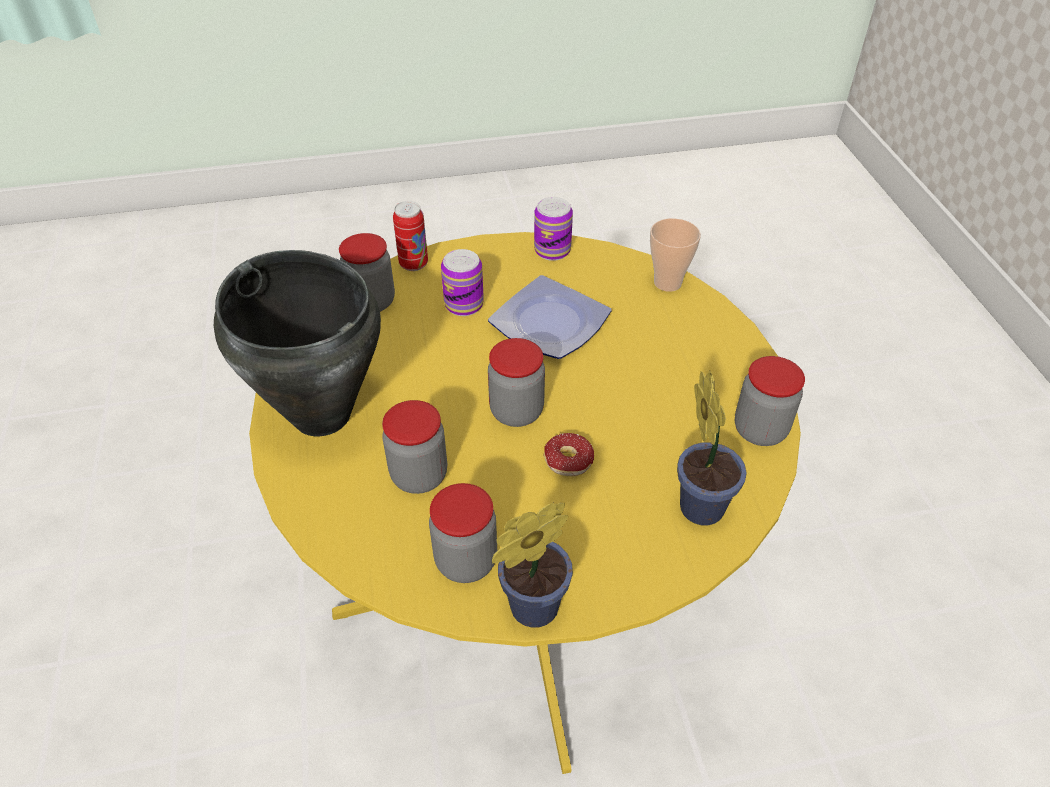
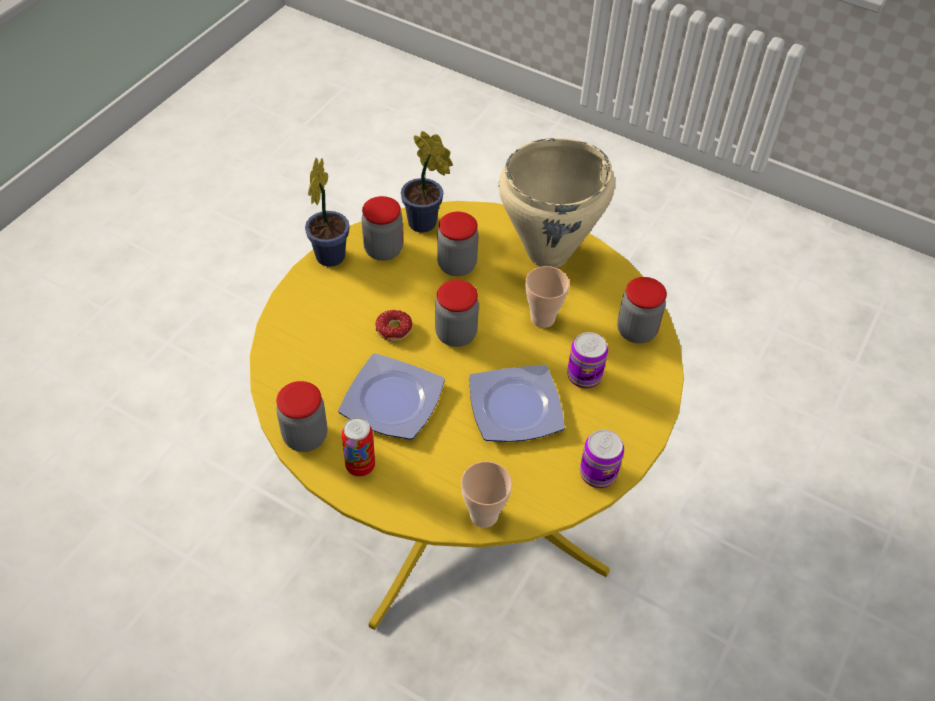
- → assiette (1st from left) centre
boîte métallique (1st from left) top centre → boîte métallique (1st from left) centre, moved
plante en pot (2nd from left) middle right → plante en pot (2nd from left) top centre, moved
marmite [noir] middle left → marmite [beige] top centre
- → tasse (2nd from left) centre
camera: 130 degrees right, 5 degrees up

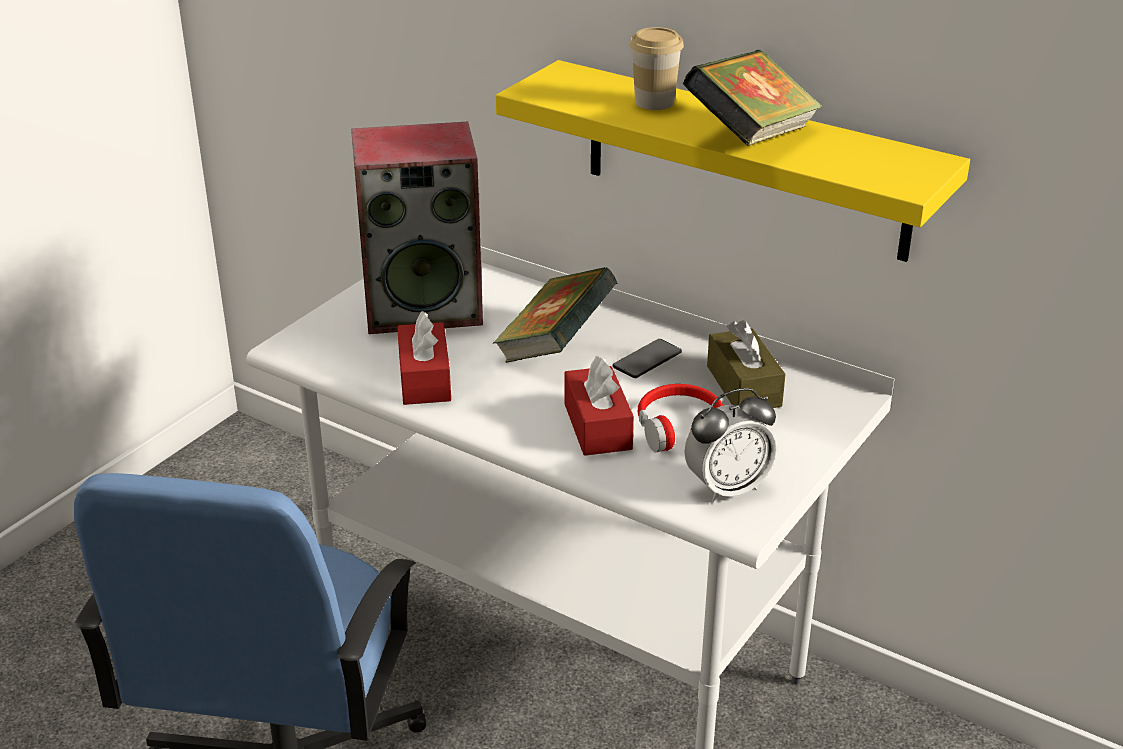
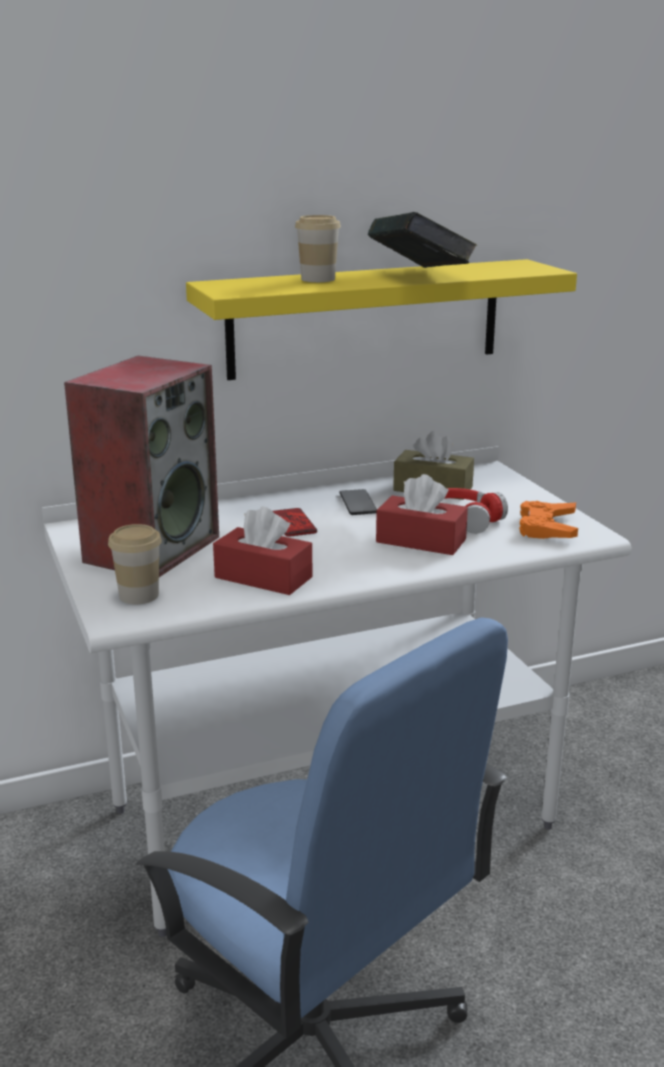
- → tasse (1st from left) middle left
livre (1st from left) centre → téléphone (1st from left) centre
réveil centre → manette [orange] middle right
camera: 55 degrees left, 10 degrees down

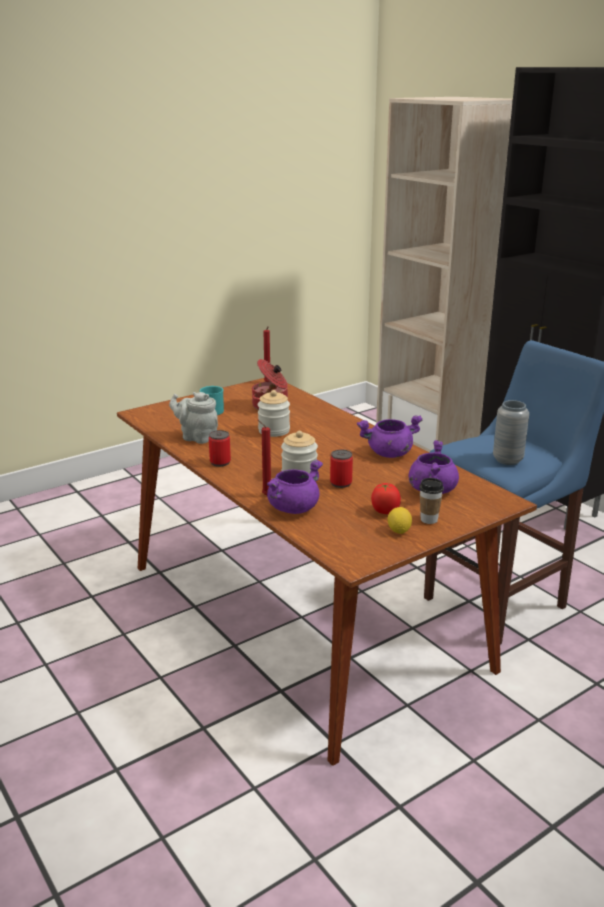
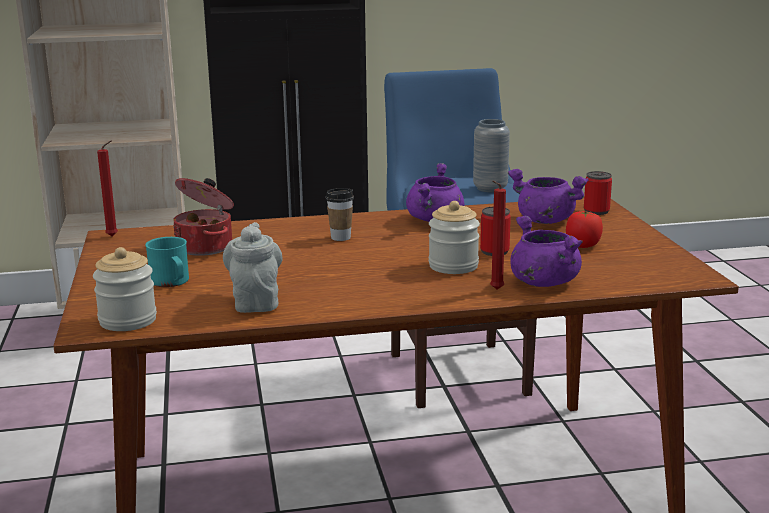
bocal (1st from left) centre → bocal (1st from left) middle left, moved
théière [gris] middle left, 120 degrees clockwise
tasse middle right → tasse centre, moved
boîte métallique (1st from left in the first image) centre → boîte métallique (2nd from left) middle right, moved
citron centre → -
camera: 65 degrees left, 5 degrees down

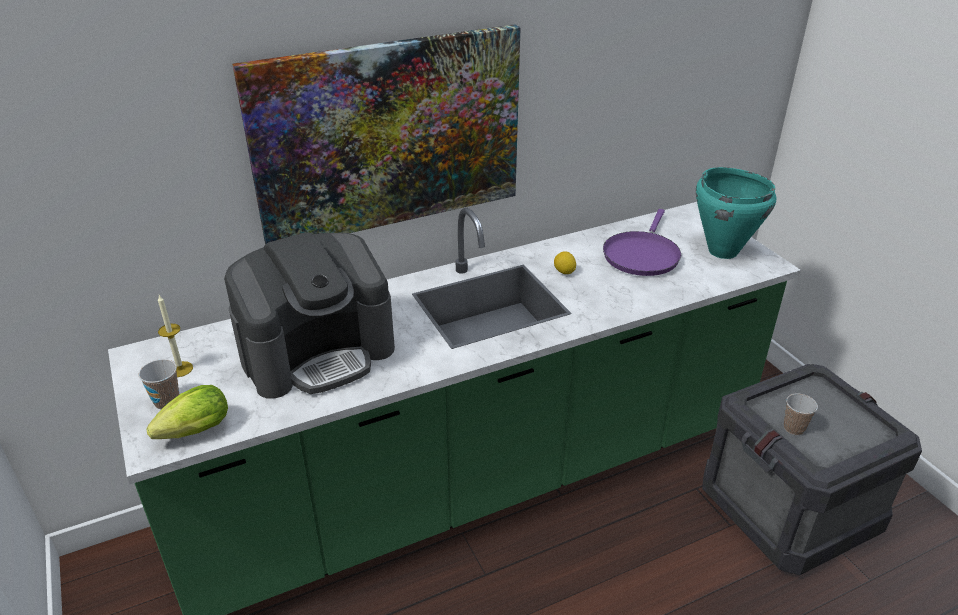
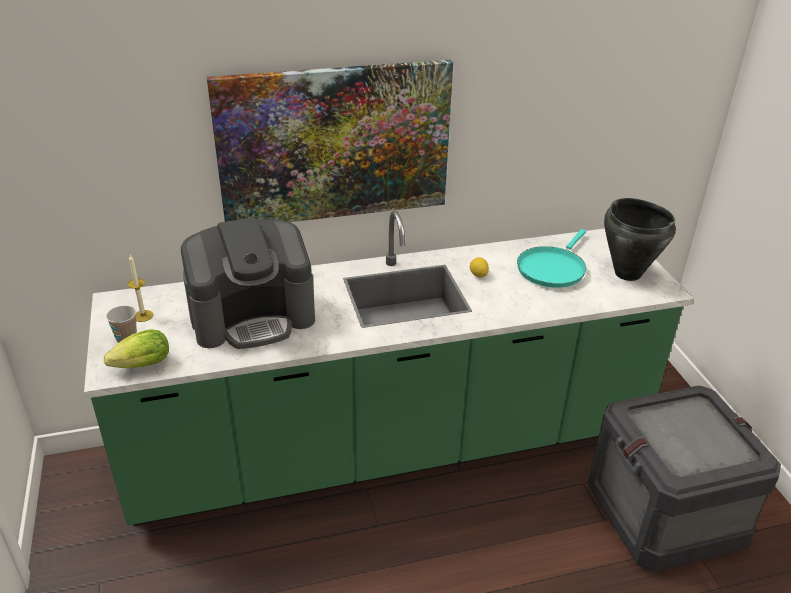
poêle [violet] middle right → poêle [turquoise] middle right
marmite [turquoise] middle right → marmite [noir] middle right
tasse (2nd from left) bottom right → -
camera: 10 degrees right, 0 degrees up

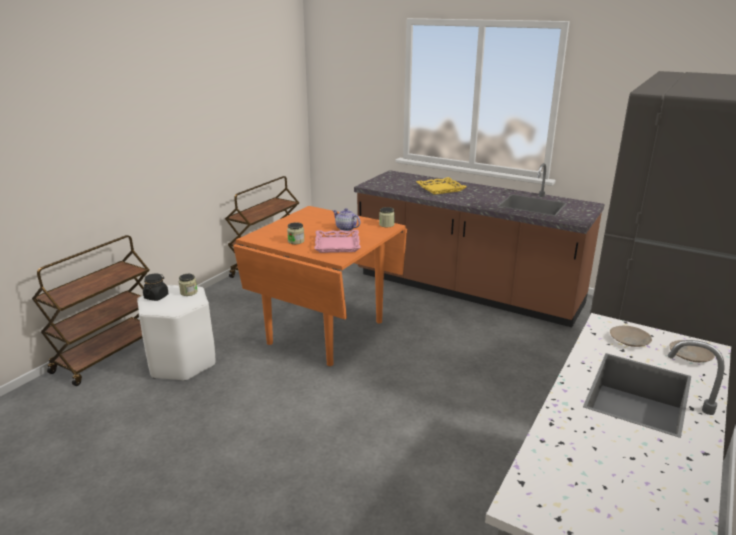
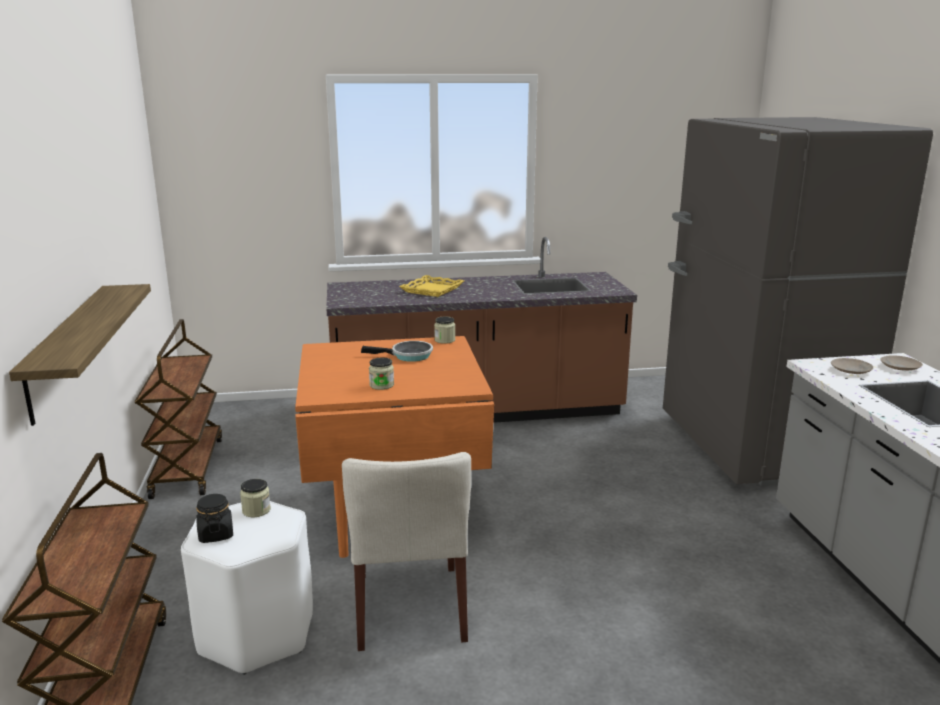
- → étagère middle left
- → chaise [beige] bottom centre
théière centre → poêle centre
plateau [rose] centre → -
camera: 40 degrees left, 5 degrees down

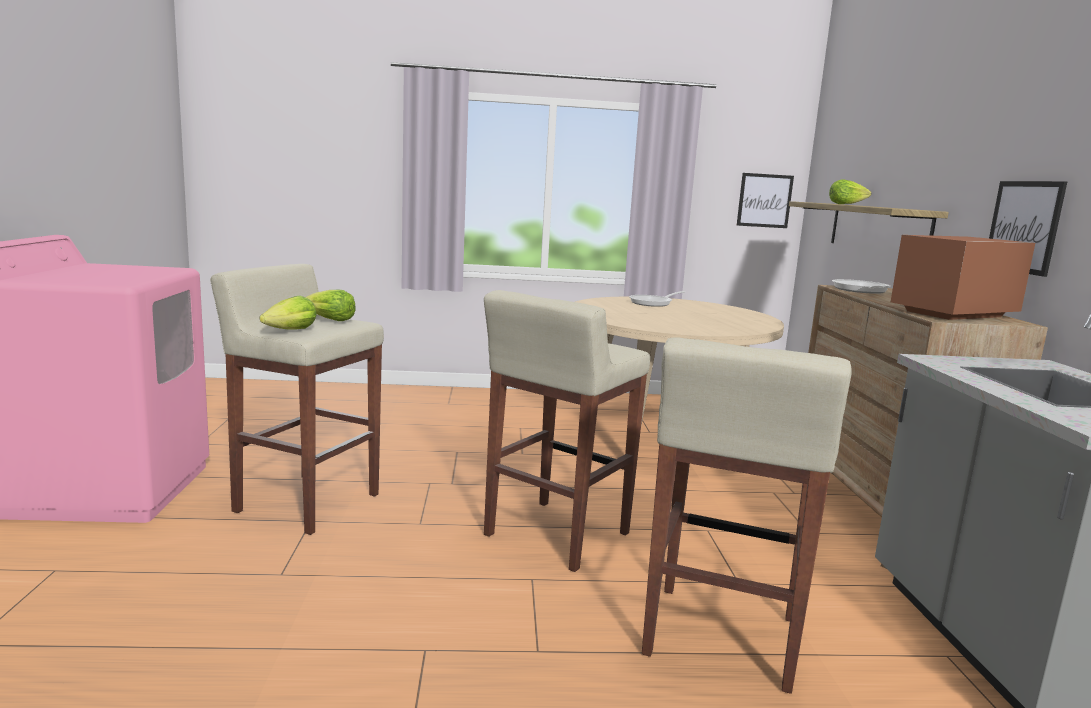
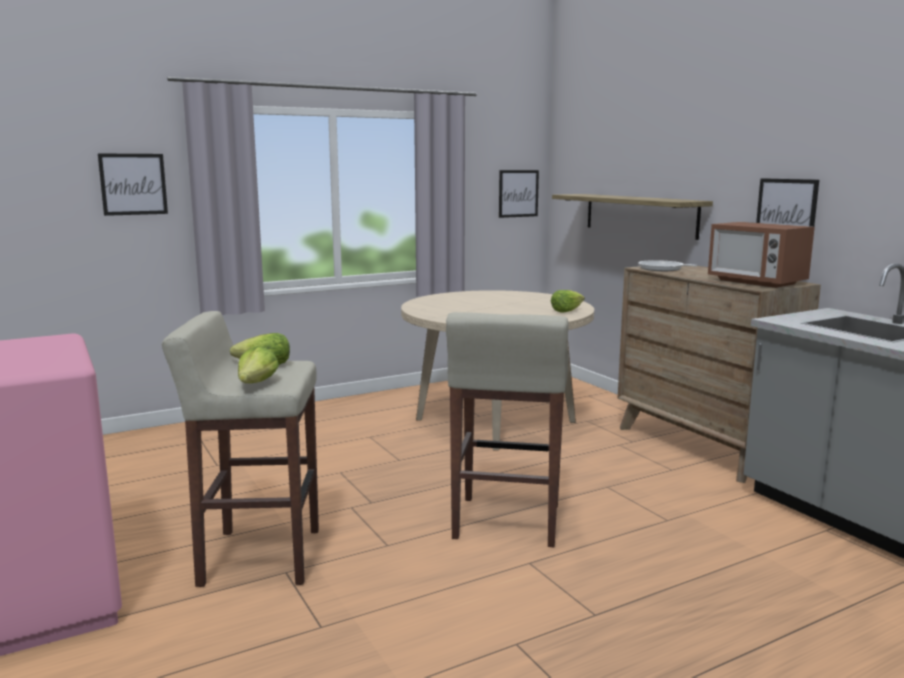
- → tableau (1st from left) top left
laitue (3rd from left) top right → laitue (3rd from left) centre, moved
micro-ondes middle right, 75 degrees counterclockwise
poêle (1st from left) centre → -
tabouret [beige] (3rd from left) bottom right → -
camera: 25 degrees left, 0 degrees up

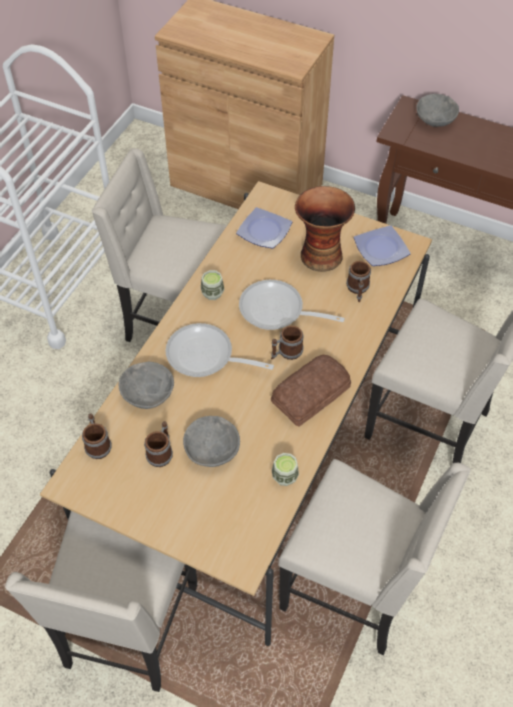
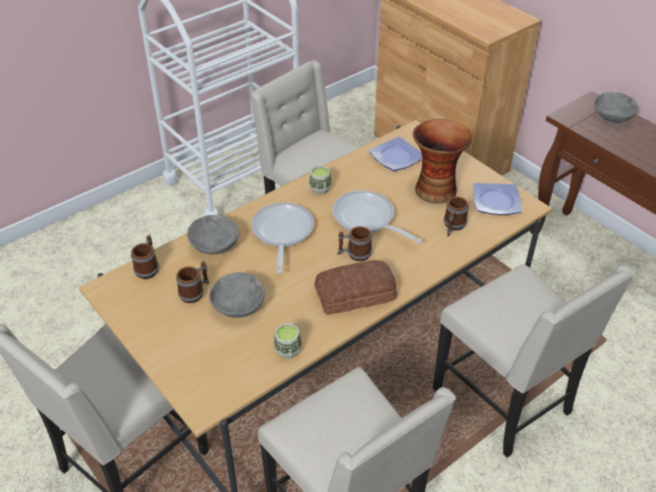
poêle (1st from left) centre, 45 degrees clockwise
camera: 25 degrees right, 10 degrees down

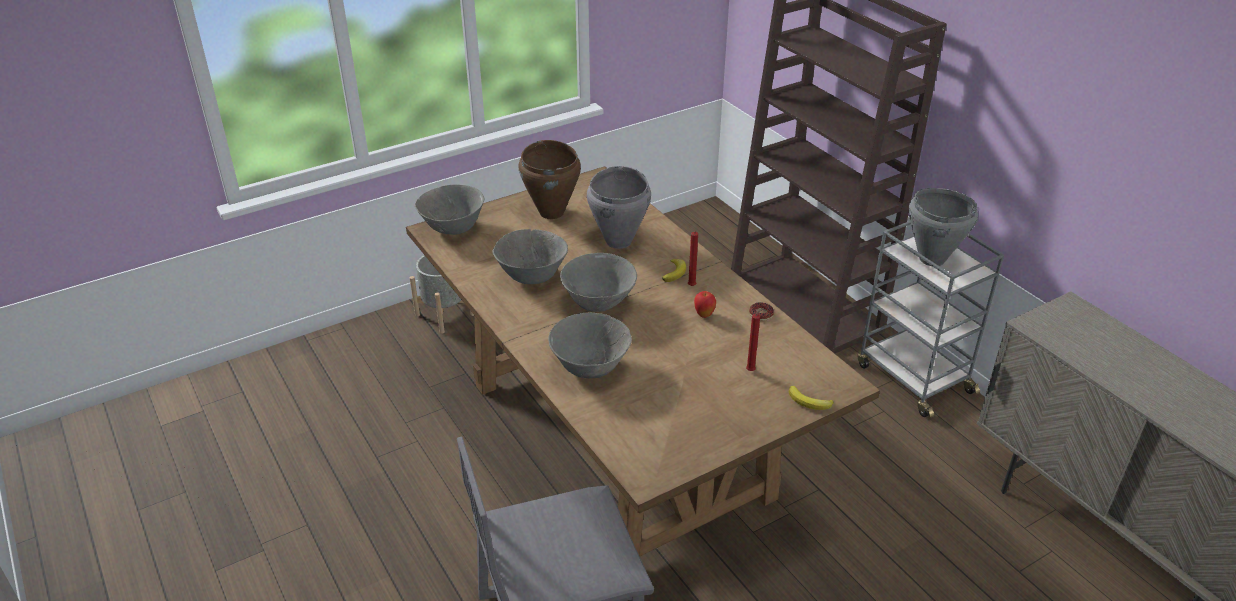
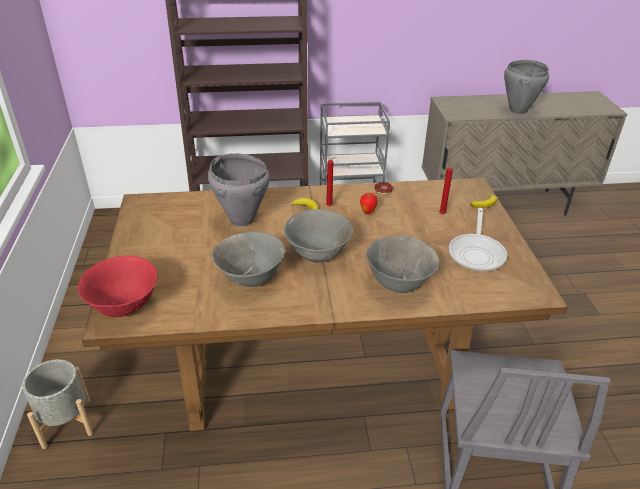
bol [gris] (1st from left) centre → bol [rouge] middle left
- → poêle middle right
marmite [gris] (2nd from left) middle right → marmite [gris] (2nd from left) top right, moved
marmite [marron] top centre → -
camera: 65 degrees left, 0 degrees up

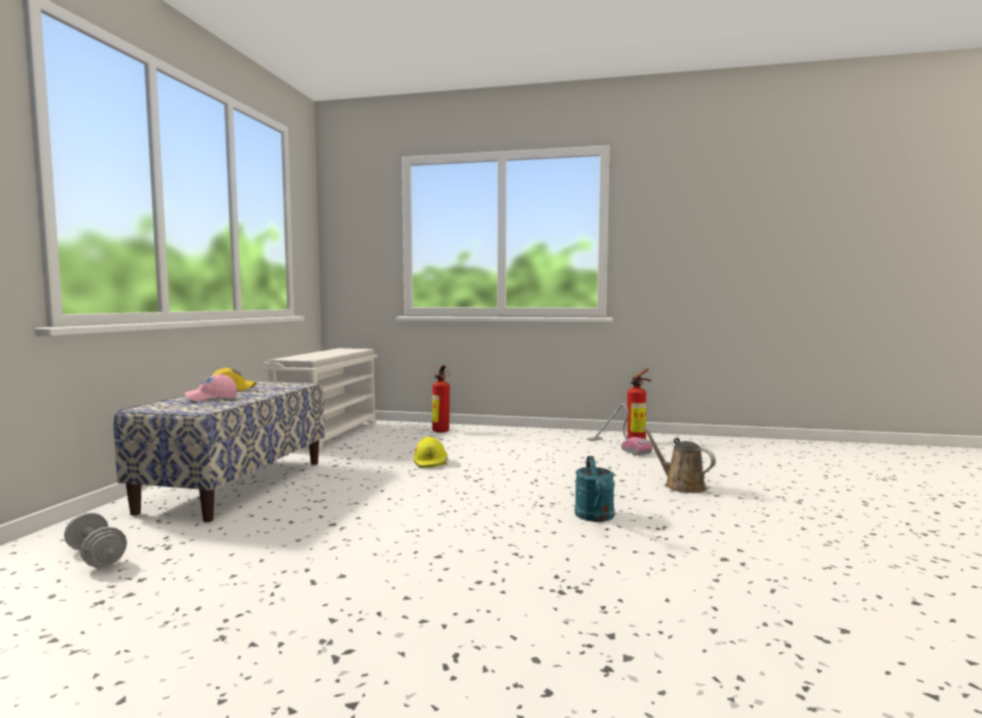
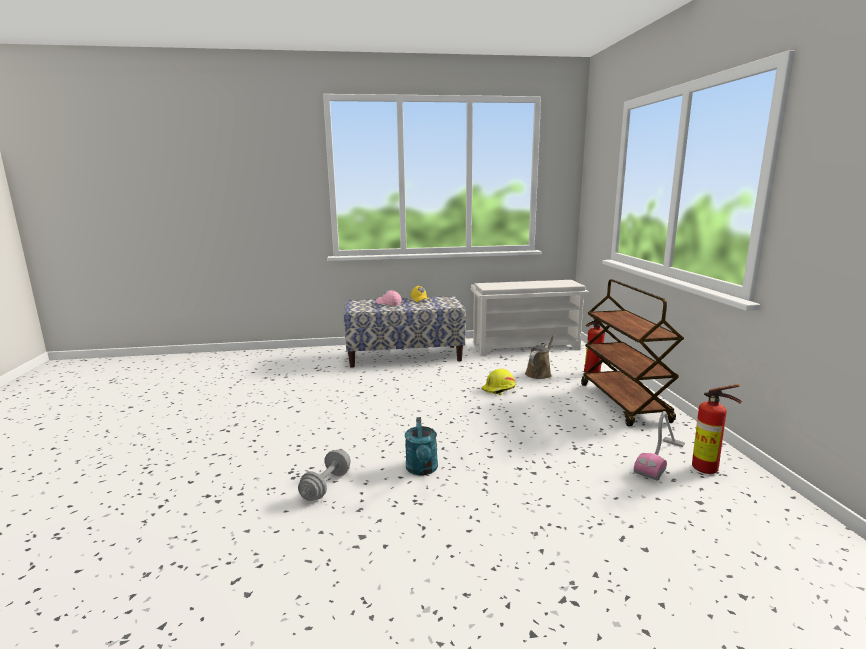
haltère [gris] bottom left → haltère [gris] bottom centre, moved
arrosoir [turquoise] bottom centre, 75 degrees counterclockwise
arrosoir [marron] middle right → arrosoir [marron] centre, moved
- → chariot [marron] middle right
camera: 70 degrees right, 10 degrees up

